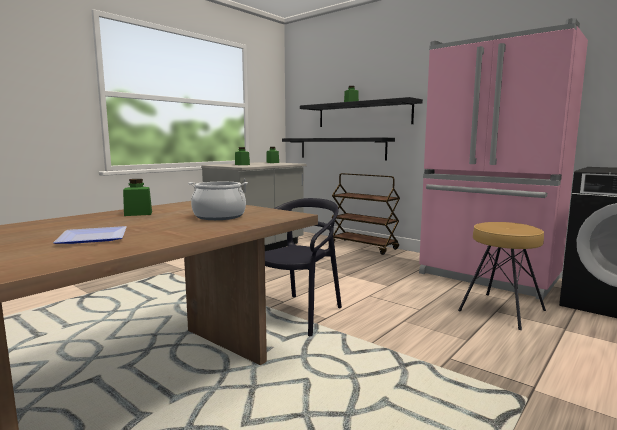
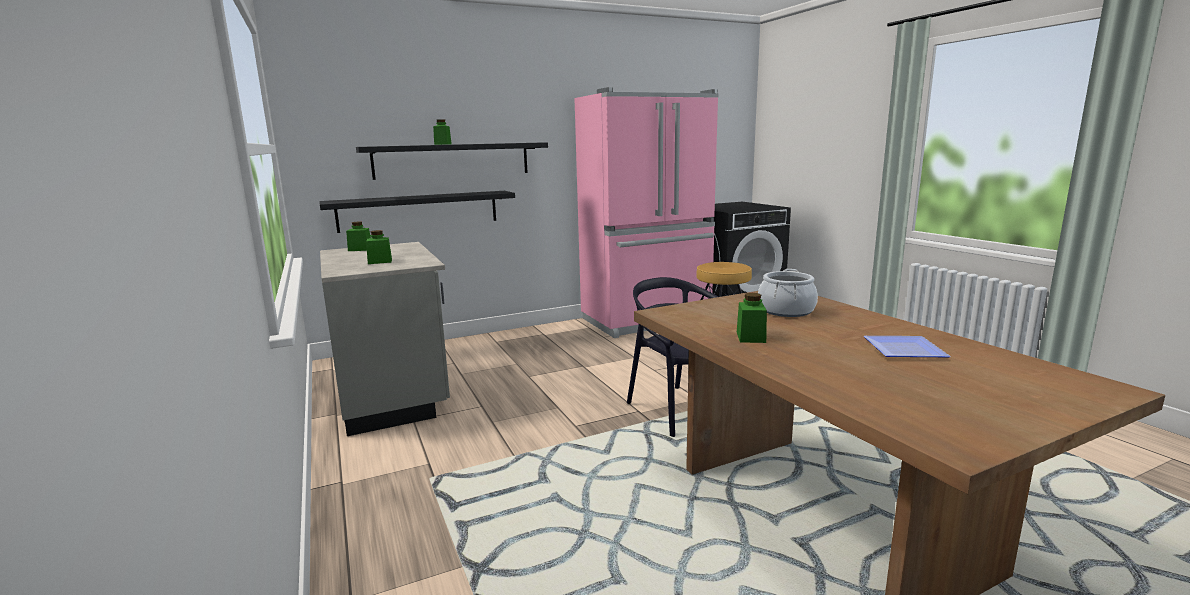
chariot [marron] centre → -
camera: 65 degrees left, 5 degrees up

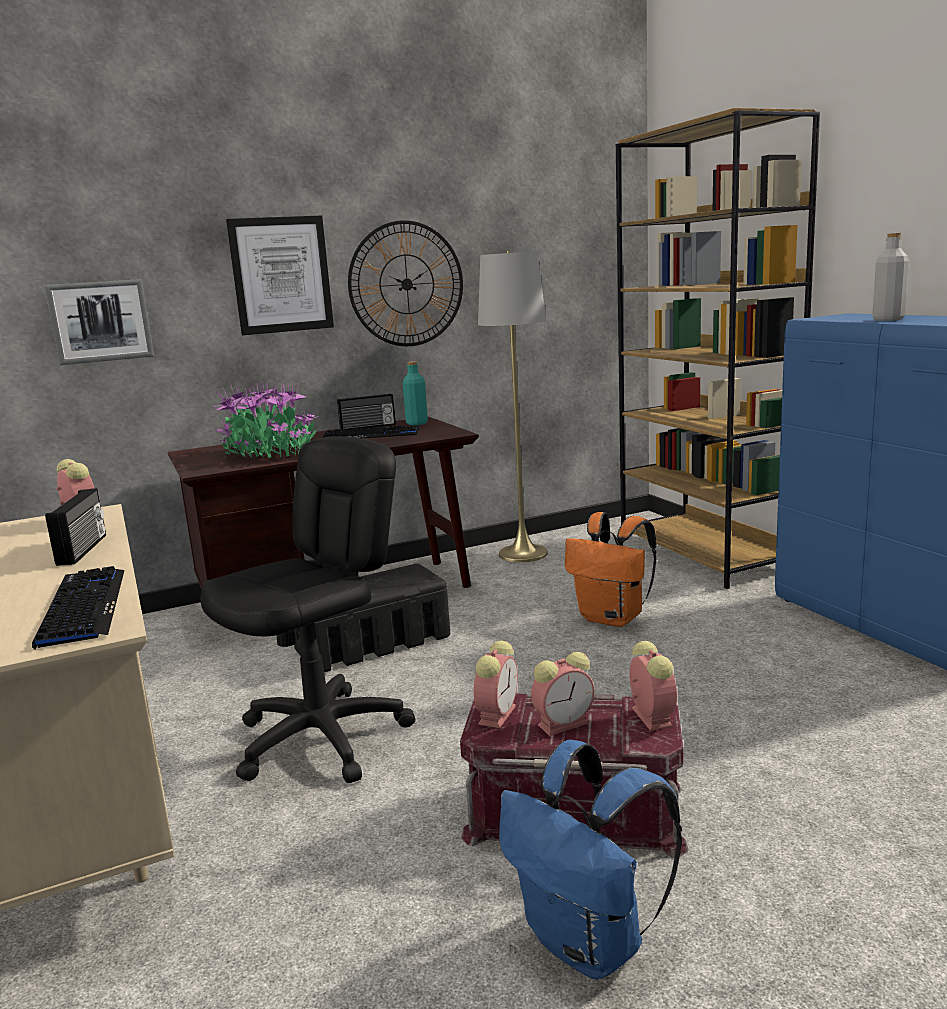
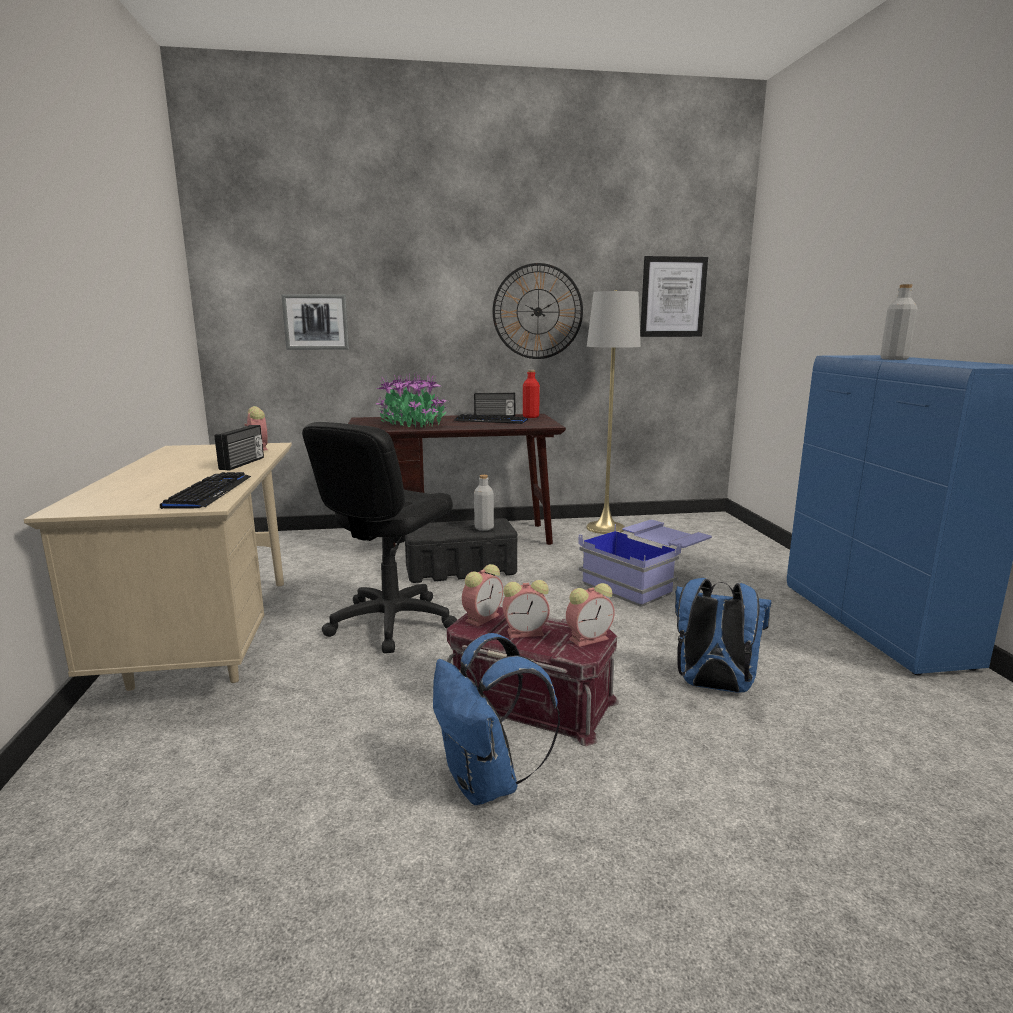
chaise de bureau [noir] middle left → chaise de bureau [noir] centre, 150 degrees clockwise
- → bouteille [gris] (1st from left) centre
bouteille [turquoise] centre → bouteille [rouge] centre
réveil (4th from left) bottom right → réveil (4th from left) centre, 60 degrees clockwise
sac à dos [orange] centre → boîte de rangement [bleu] centre
tableau (2nd from left) top left → tableau (2nd from left) top centre, moved
- → sac à dos [bleu] (2nd from left) middle right
bibliothèque [marron] middle right → -
camera: 15 degrees right, 0 degrees up

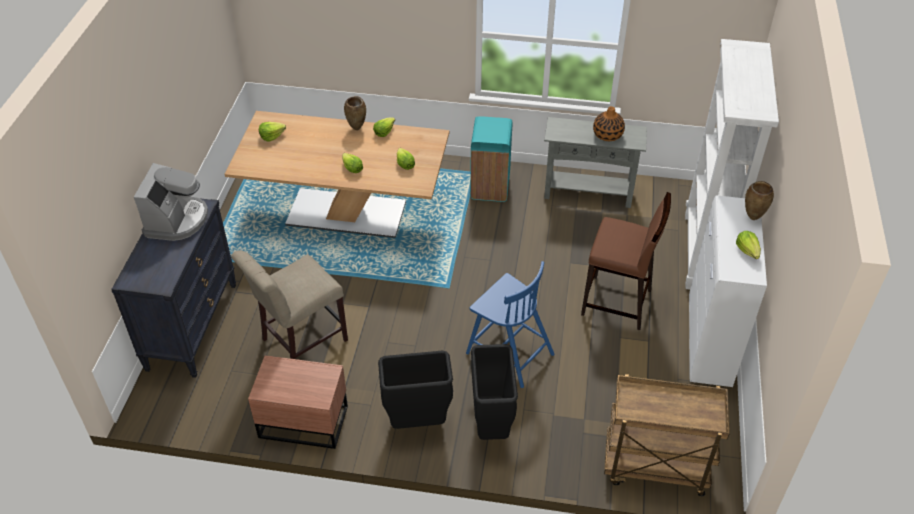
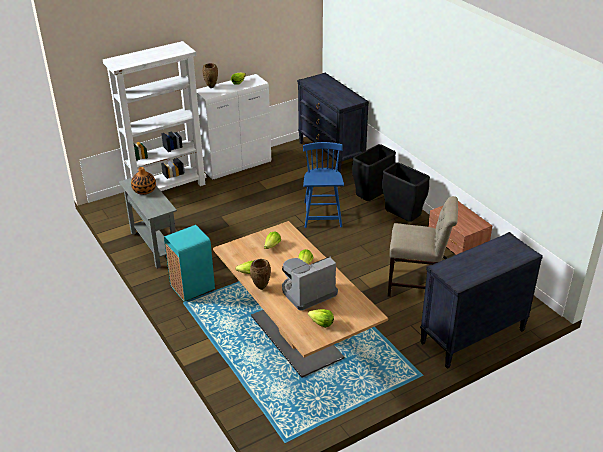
machine à café middle left → machine à café centre, moved
chariot [marron] bottom right → commode [noir] (1st from left) top centre
tabouret [marron] middle right → -
camera: 130 degrees left, 10 degrees down

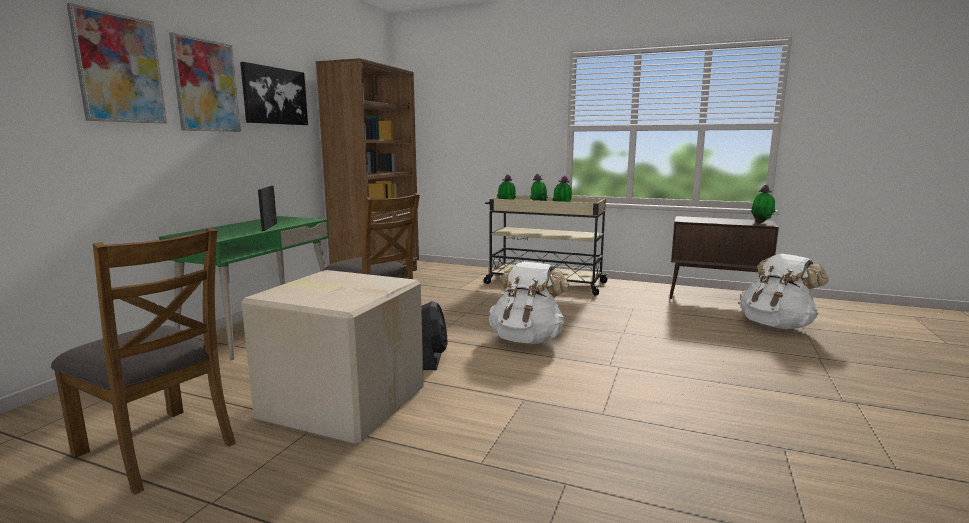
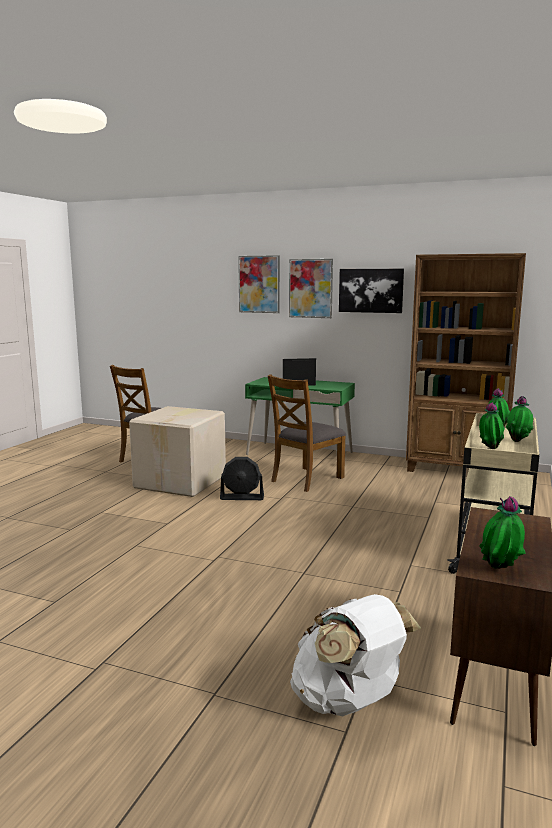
sac à dos [blanc] (1st from left) centre → -
camera: 90 degrees right, 0 degrees up

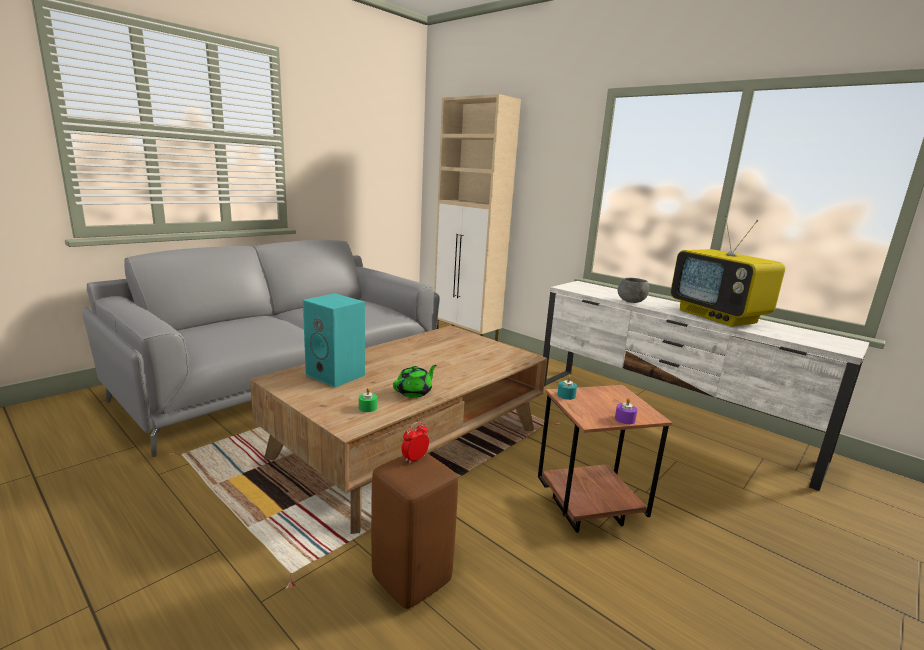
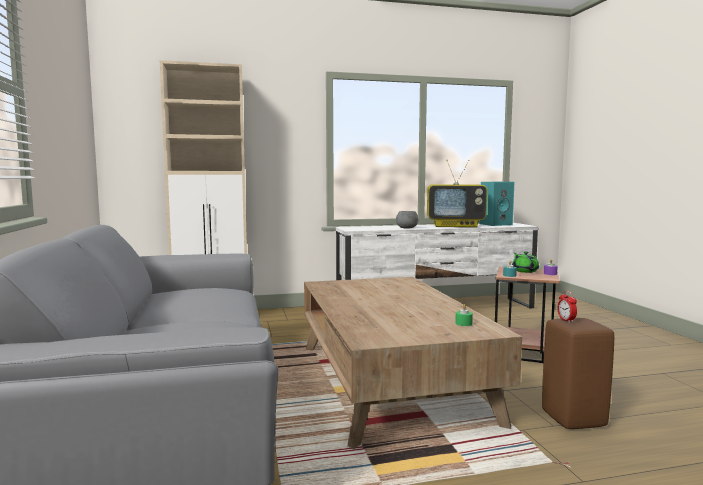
enceinte [turquoise] centre → enceinte [turquoise] middle right, moved
théière [vert] centre → théière [vert] middle right, moved
camera: 55 degrees left, 10 degrees down

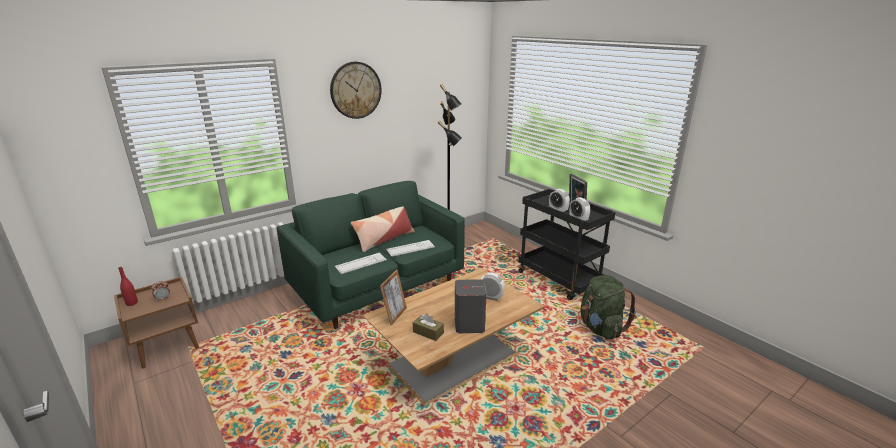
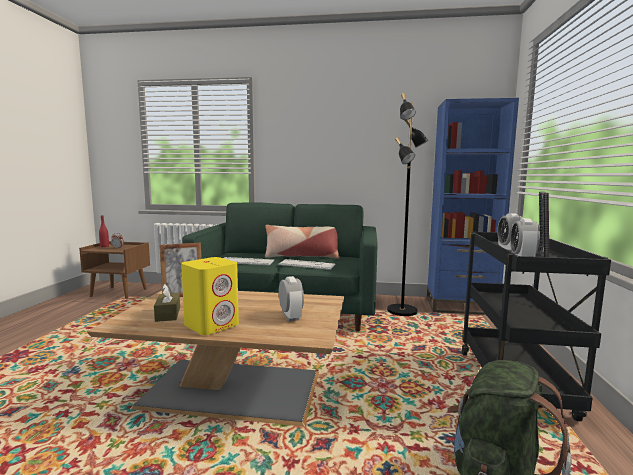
enceinte [gris] bottom centre → enceinte [jaune] middle left
- → bibliothèque [bleu] middle right
horloge murale top centre → -
camera: 45 degrees right, 15 degrees down

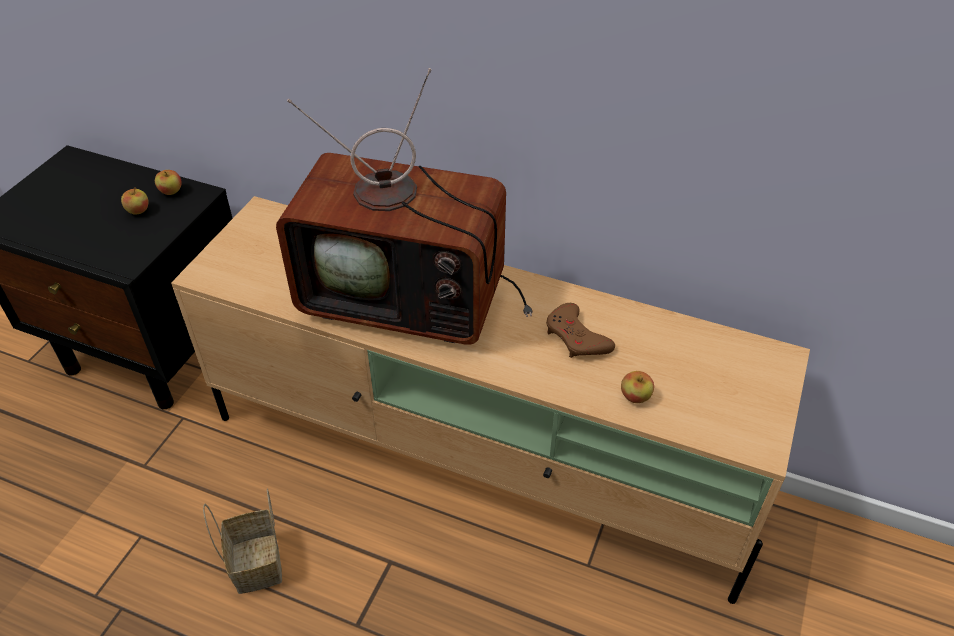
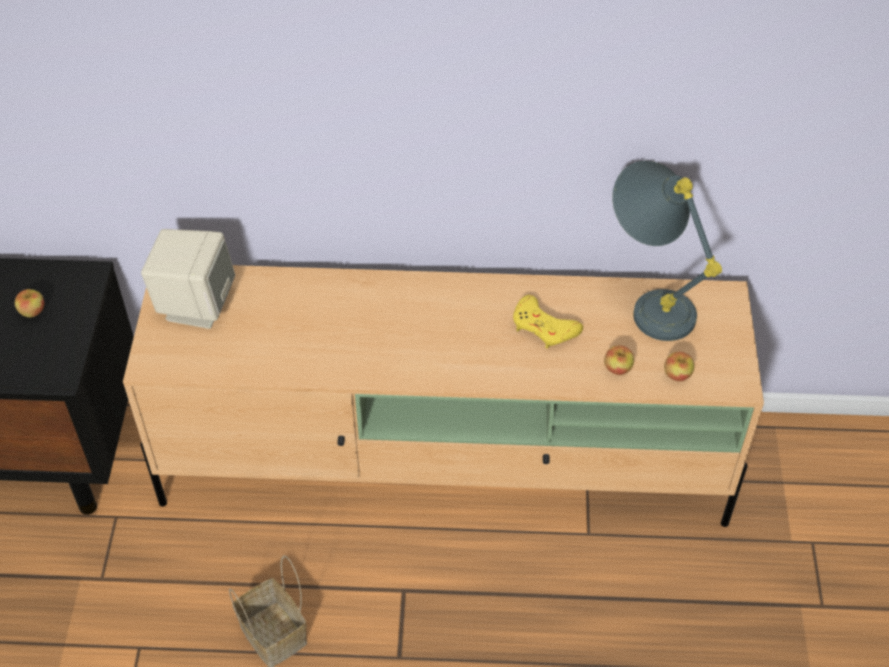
- → enceinte [beige] middle left
manette [marron] centre → manette [jaune] centre
- → lampe de table [gris] middle right
pomme (2nd from left in the first image) top left → pomme (3rd from left) middle right, moved
téléviseur top centre → -
camera: 20 degrees left, 5 degrees up

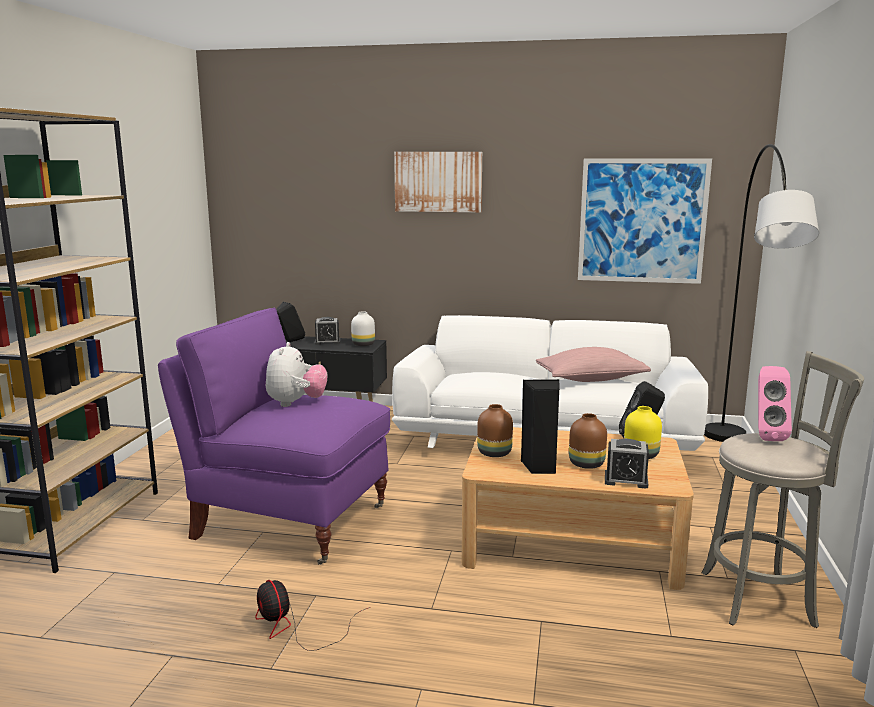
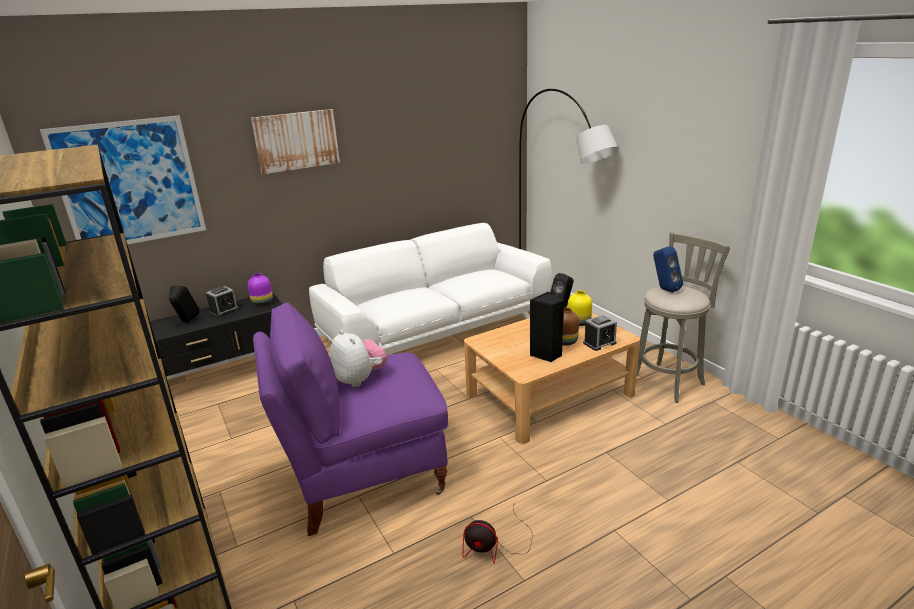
tableau (2nd from left in the first image) top right → tableau (1st from left) top left, moved
vase [blanc] centre → vase [violet] middle left
enceinte [rose] middle right → enceinte [bleu] middle right
vase [marron] (1st from left) centre → -
coussin [rose] middle right → -
camera: 40 degrees left, 10 degrees up

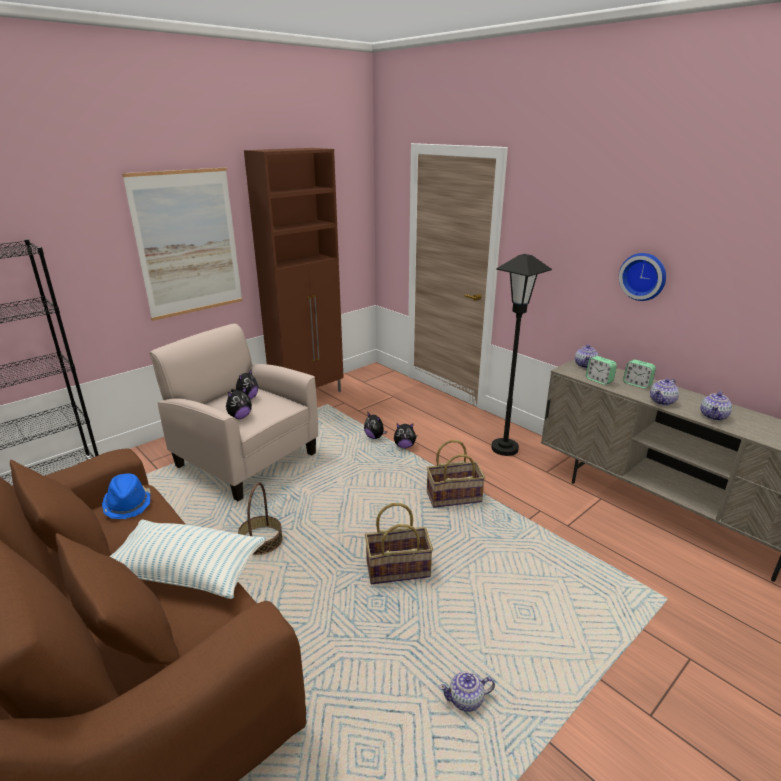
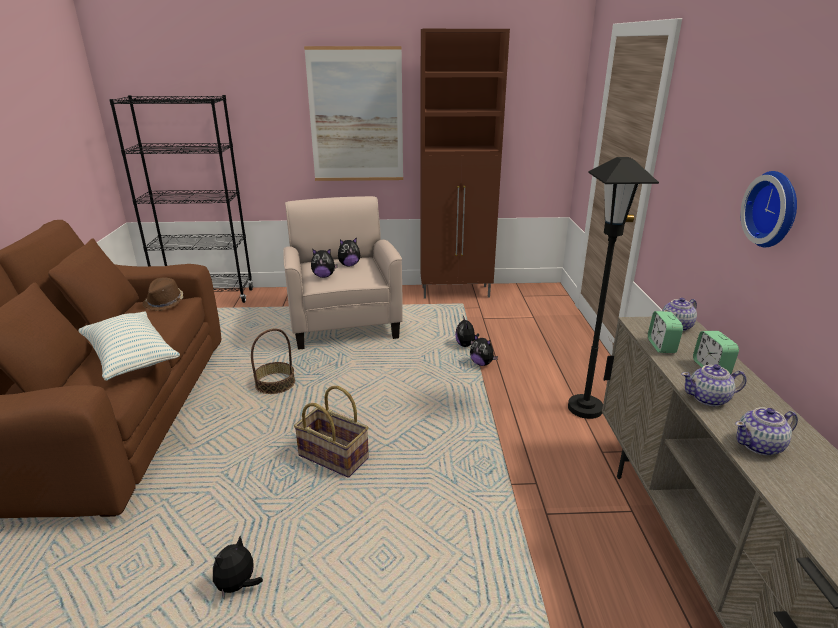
chapeau [bleu] middle left → chapeau [marron] middle left
théière (1st from left) bottom centre → peluche (1st from left) bottom left
panier (3rd from left) centre → -
camera: 40 degrees right, 0 degrees up

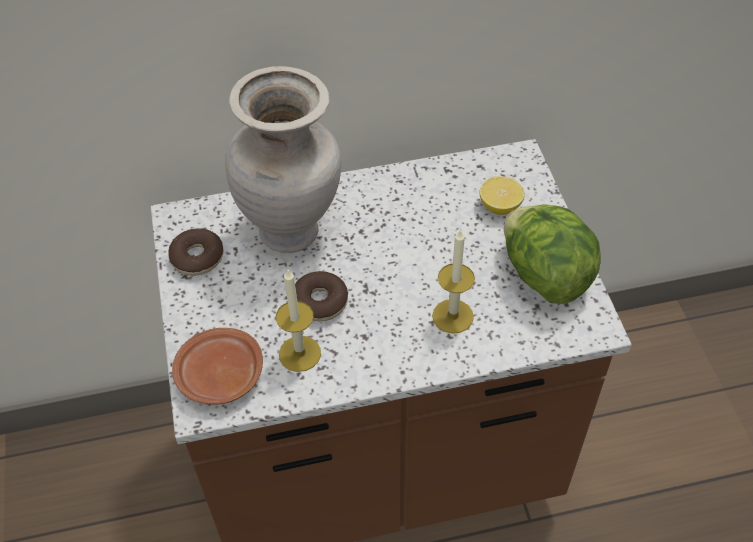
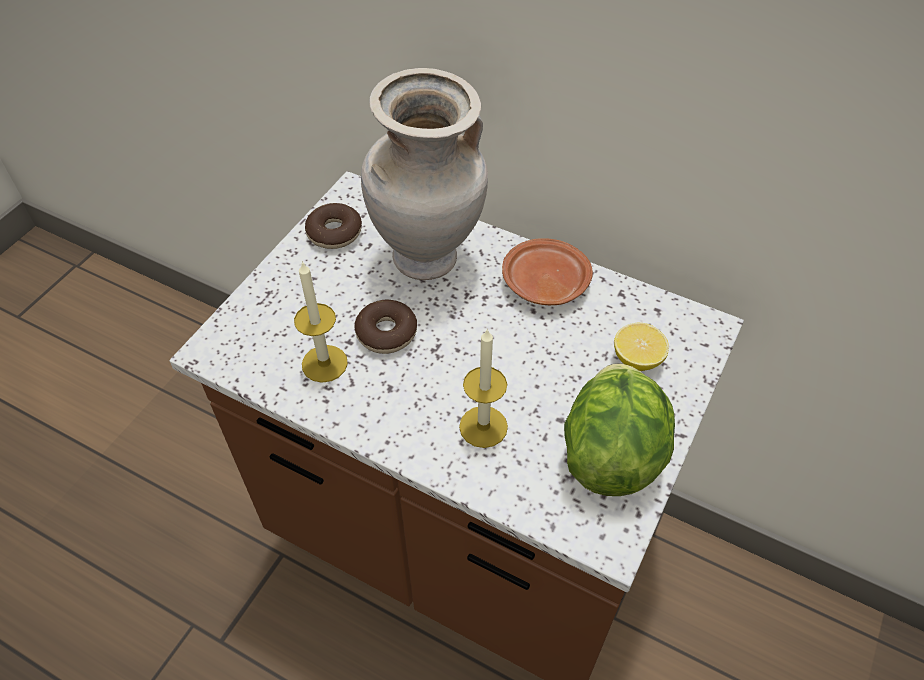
assiette [marron] bottom left → assiette [marron] centre, moved
camera: 40 degrees right, 0 degrees up

